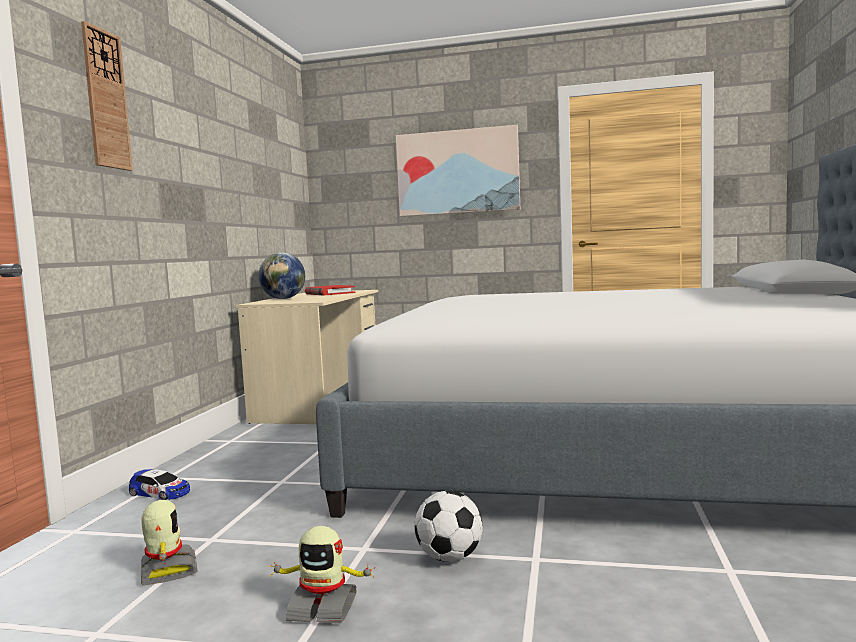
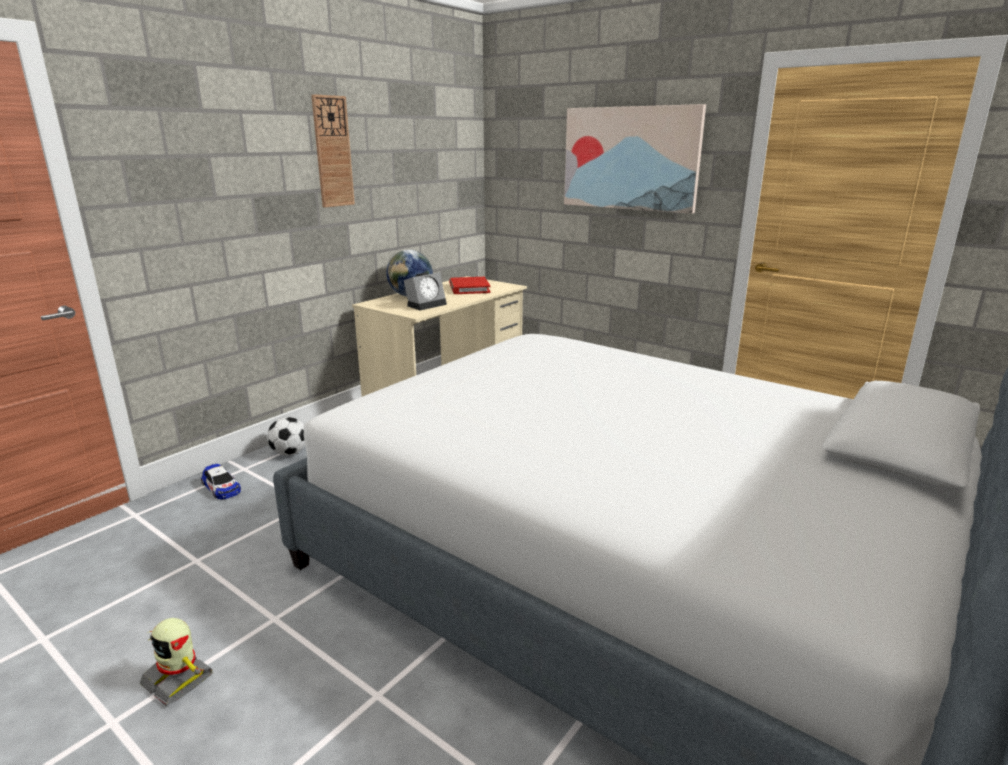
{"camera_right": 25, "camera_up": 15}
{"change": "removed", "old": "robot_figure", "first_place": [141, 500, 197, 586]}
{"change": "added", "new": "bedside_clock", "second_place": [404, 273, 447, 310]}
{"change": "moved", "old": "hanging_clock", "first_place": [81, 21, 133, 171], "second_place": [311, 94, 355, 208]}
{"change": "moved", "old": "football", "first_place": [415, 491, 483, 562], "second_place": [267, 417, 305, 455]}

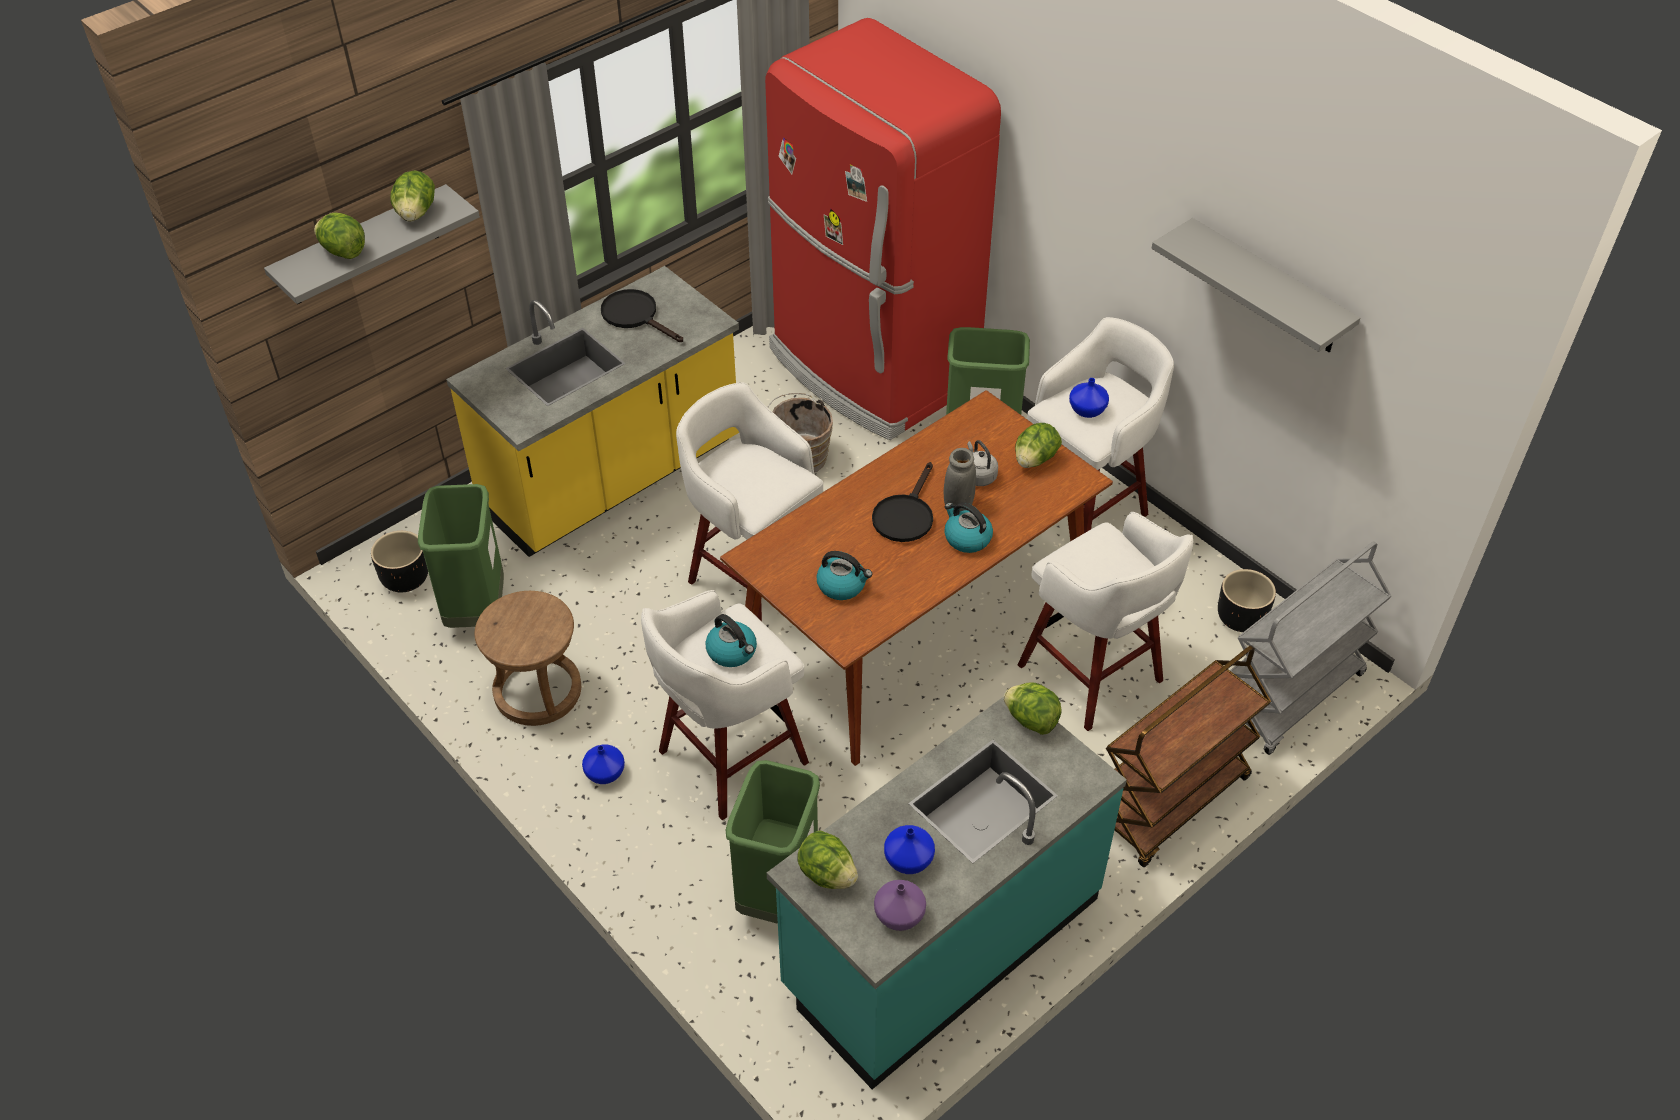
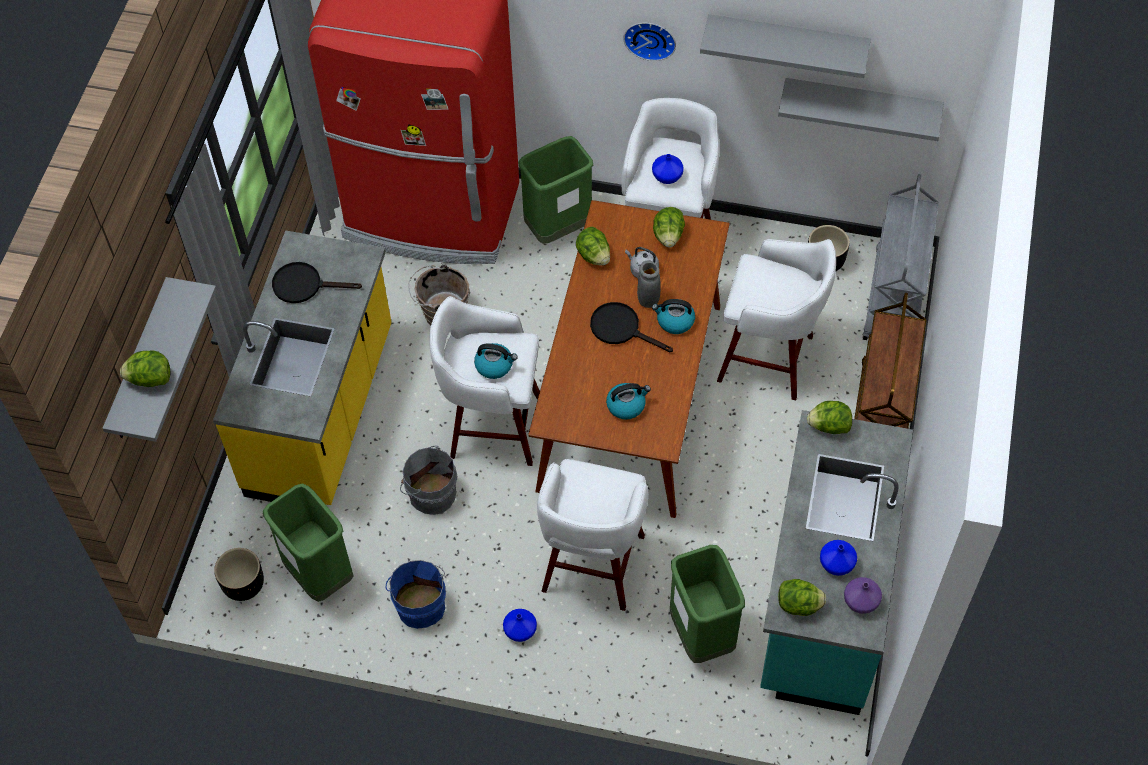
{"camera_right": -35, "camera_up": 10}
{"change": "added", "new": "gray_bucket", "second_place": [400, 445, 457, 515]}
{"change": "added", "new": "hanging_clock", "second_place": [624, 23, 676, 61]}
{"change": "added", "new": "gray_shelf", "second_place": [778, 78, 944, 141]}
{"change": "moved", "old": "lettuce_head", "first_place": [390, 170, 435, 222], "second_place": [576, 227, 610, 266]}
{"change": "moved", "old": "water_kettle", "first_place": [706, 614, 757, 667], "second_place": [474, 343, 518, 379]}
{"change": "replaced", "old": "brown-coloured_stool_seat", "new": "blue-coloured_bucket", "first_place": [474, 591, 581, 726], "second_place": [386, 560, 446, 629]}
{"change": "turned", "old": "blackish_skillet", "first_place": [872, 462, 933, 542], "second_place": [590, 302, 673, 352], "degrees": 135}

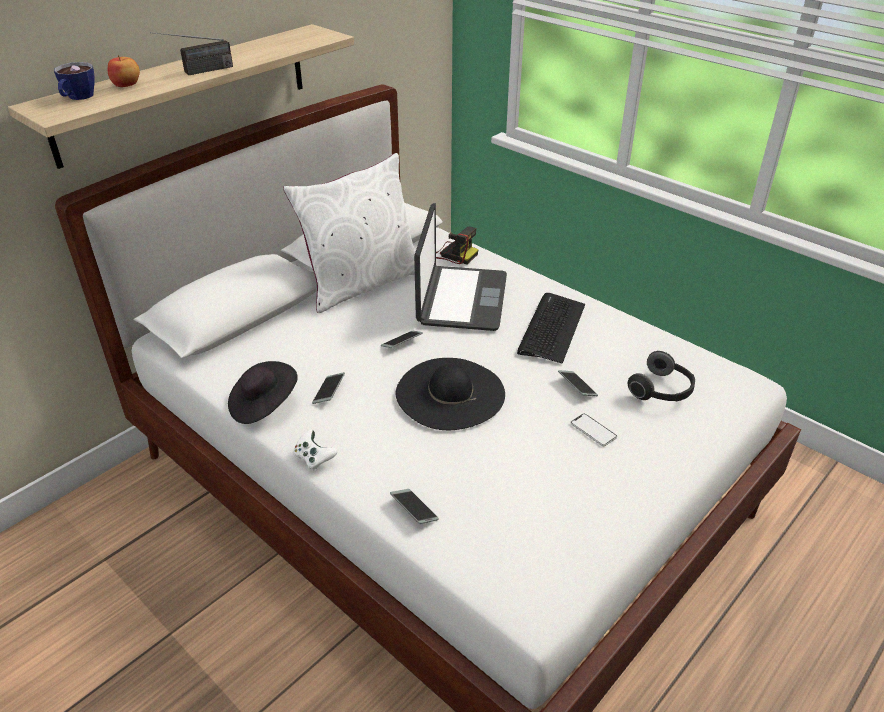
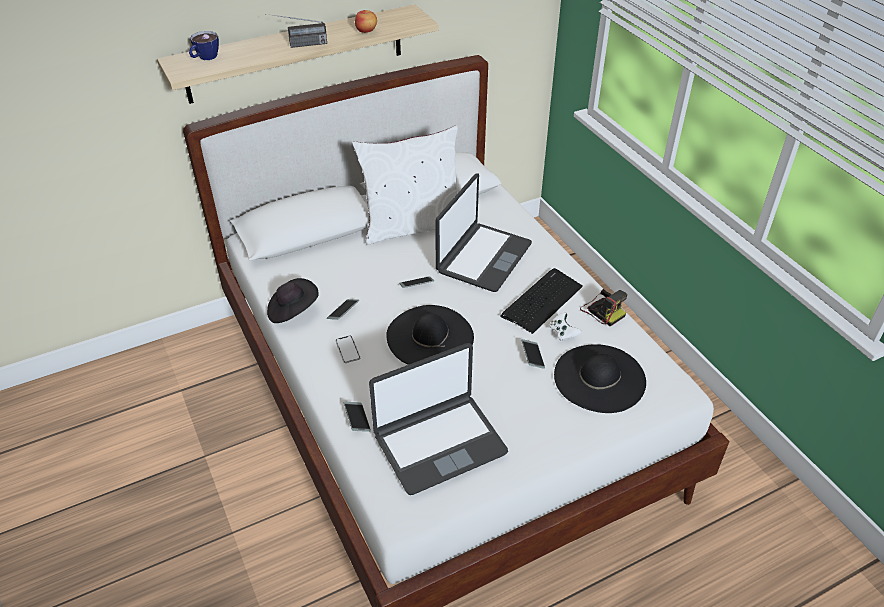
{"camera_right": 20, "camera_up": 5}
{"change": "added", "new": "portable_computer", "second_place": [369, 343, 508, 495]}
{"change": "moved", "old": "apple_fruit", "first_place": [108, 55, 140, 87], "second_place": [355, 10, 377, 33]}
{"change": "moved", "old": "whitish_game_controller", "first_place": [293, 430, 338, 470], "second_place": [549, 312, 581, 341]}
{"change": "moved", "old": "photo_camera", "first_place": [436, 226, 479, 264], "second_place": [580, 289, 628, 326]}
{"change": "moved", "old": "handset", "first_place": [570, 414, 617, 446], "second_place": [335, 336, 360, 363]}
{"change": "replaced", "old": "pair_of_headphones", "new": "blackish_wearable_hat", "first_place": [628, 351, 695, 402], "second_place": [554, 344, 646, 413]}

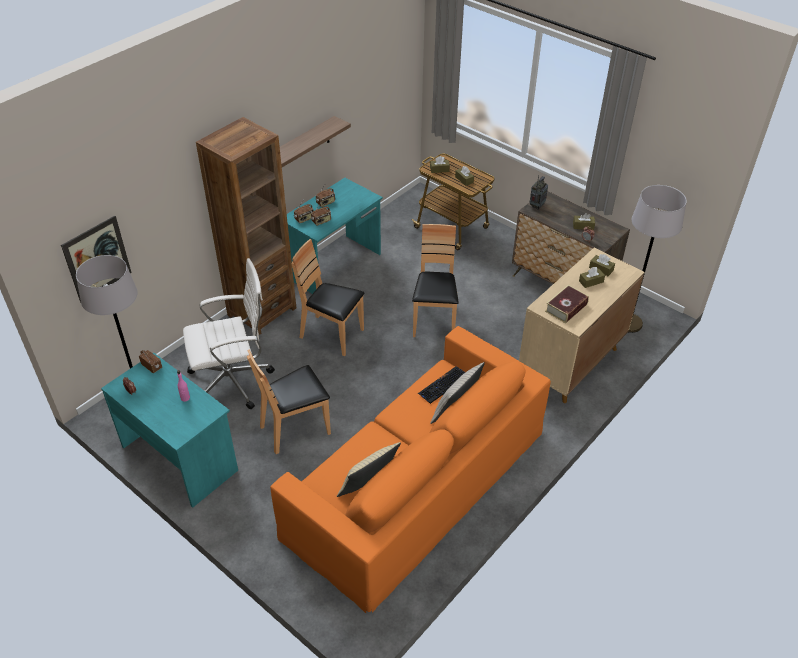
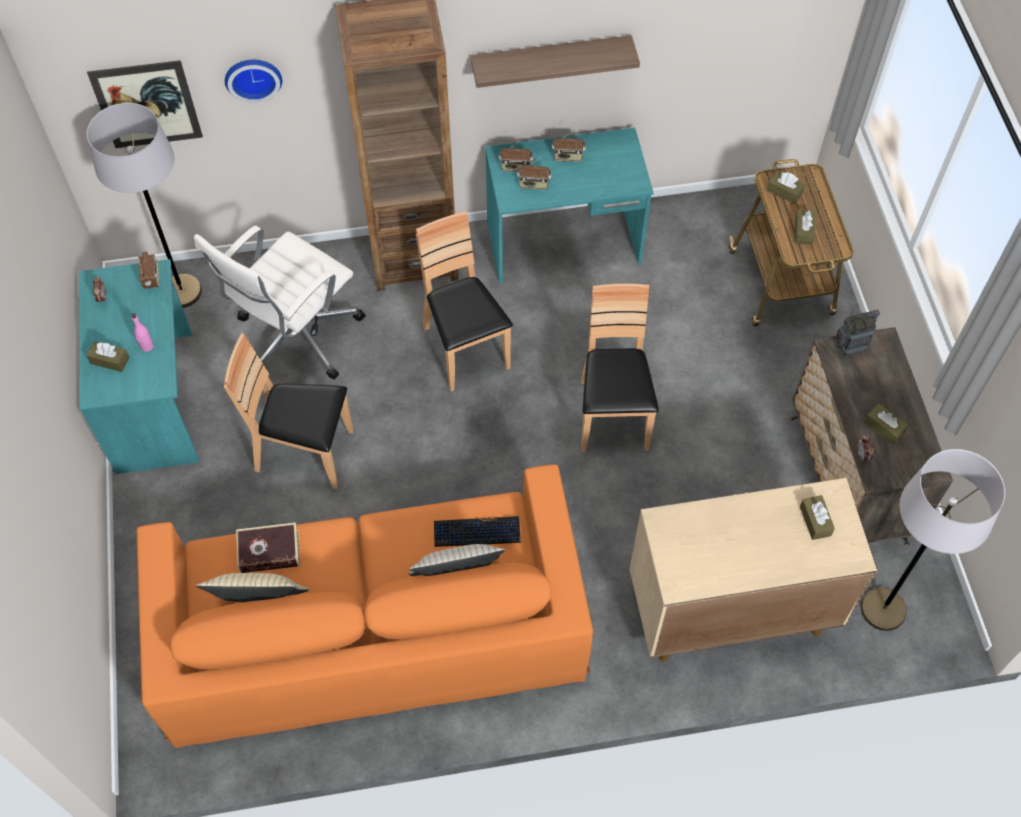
{"camera_right": 40, "camera_up": 15}
{"change": "added", "new": "hanging_clock", "second_place": [225, 60, 282, 103]}
{"change": "moved", "old": "volume", "first_place": [545, 285, 589, 323], "second_place": [236, 523, 300, 573]}
{"change": "moved", "old": "brown-coloured_tissue_box", "first_place": [579, 267, 605, 288], "second_place": [86, 341, 130, 372]}
{"change": "turned", "old": "whitish_office_chair", "first_place": [183, 258, 275, 409], "second_place": [194, 225, 365, 380], "degrees": 105}
{"change": "turned", "old": "brown-coloured_upright_chair", "first_place": [412, 224, 459, 337], "second_place": [581, 284, 659, 452], "degrees": -45}

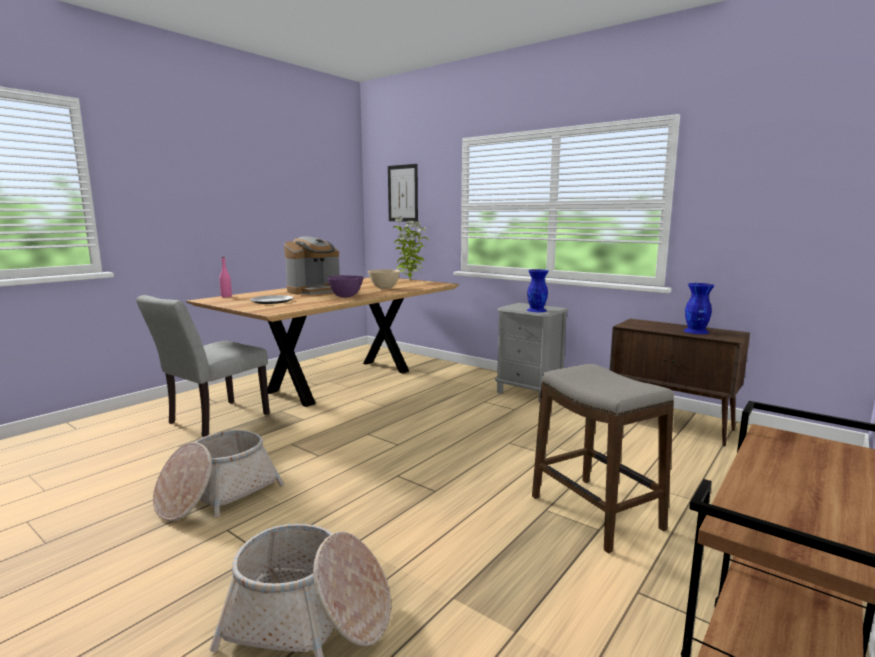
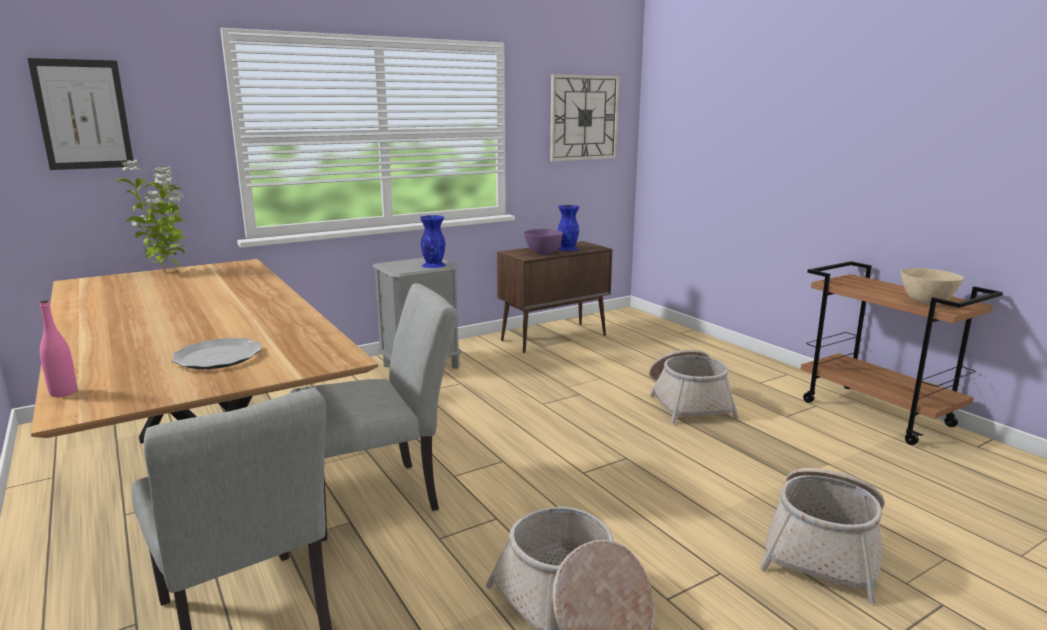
{"camera_right": -70, "camera_up": 5}
{"change": "removed", "old": "coffee_machine", "first_place": [284, 236, 339, 295]}
{"change": "added", "new": "gray_upright_chair", "second_place": [290, 283, 458, 542]}
{"change": "added", "new": "hanging_clock", "second_place": [550, 74, 620, 161]}
{"change": "moved", "old": "purplish_bowl", "first_place": [327, 275, 364, 298], "second_place": [524, 229, 563, 255]}
{"change": "moved", "old": "sand-coloured_bowl", "first_place": [368, 269, 400, 289], "second_place": [901, 268, 964, 305]}
{"change": "replaced", "old": "stool_seat", "new": "household_basket", "first_place": [532, 364, 674, 553], "second_place": [649, 350, 739, 424]}

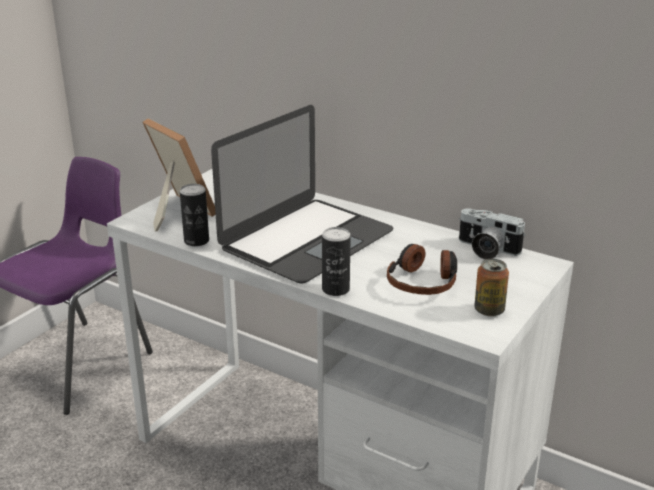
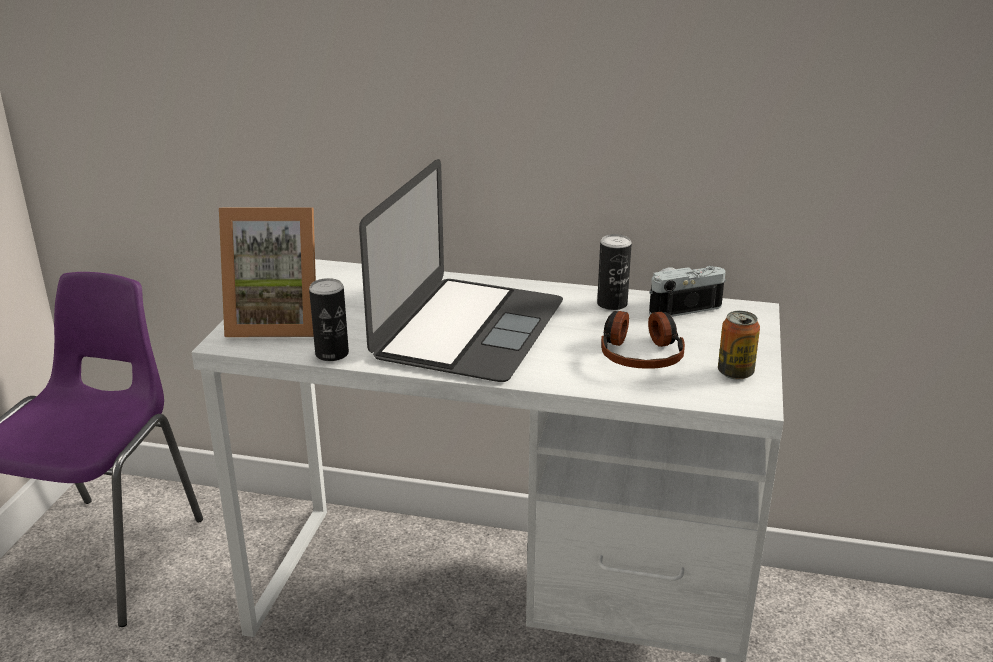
{"camera_right": -20, "camera_up": 0}
{"change": "moved", "old": "can", "first_place": [322, 227, 351, 296], "second_place": [597, 234, 632, 310]}
{"change": "turned", "old": "photo_frame", "first_place": [143, 118, 216, 232], "second_place": [219, 207, 316, 337], "degrees": 150}
{"change": "turned", "old": "photo_camera", "first_place": [459, 208, 526, 259], "second_place": [649, 266, 726, 317], "degrees": 150}

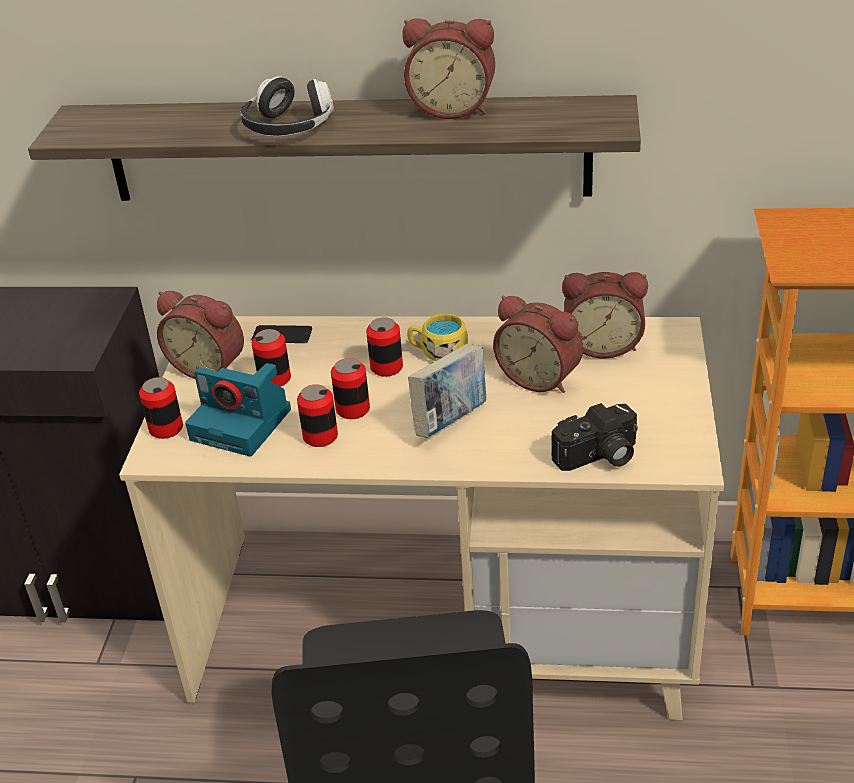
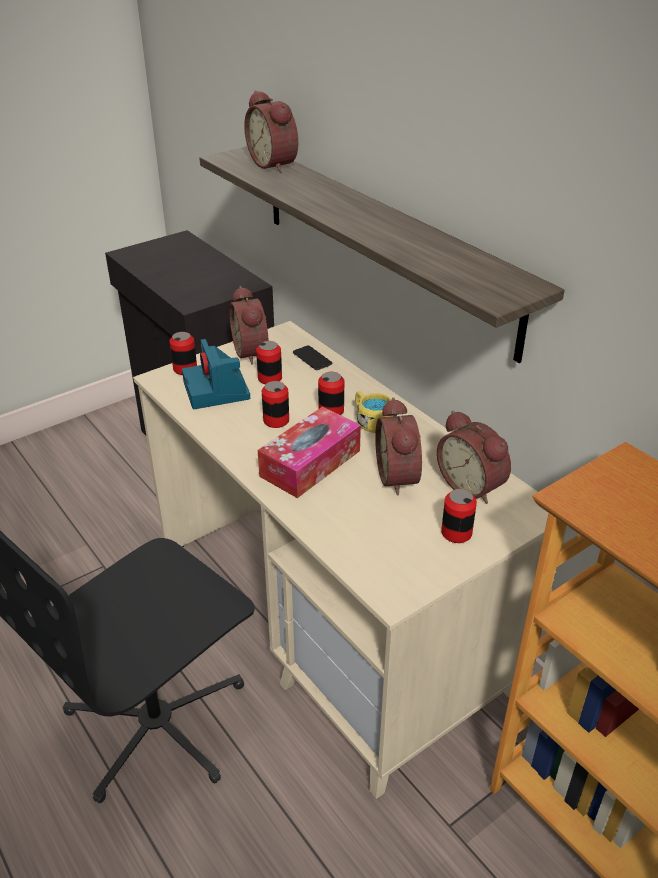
{"camera_right": 45, "camera_up": 0}
{"change": "removed", "old": "pair_of_headphones", "first_place": [241, 76, 334, 136]}
{"change": "removed", "old": "photo_camera", "first_place": [551, 403, 638, 471]}
{"change": "moved", "old": "can", "first_place": [297, 384, 338, 447], "second_place": [441, 489, 477, 543]}
{"change": "moved", "old": "bedside_clock", "first_place": [402, 18, 495, 119], "second_place": [244, 90, 298, 173]}
{"change": "replaced", "old": "volume", "new": "tissue_box", "first_place": [408, 344, 486, 438], "second_place": [258, 406, 361, 498]}

